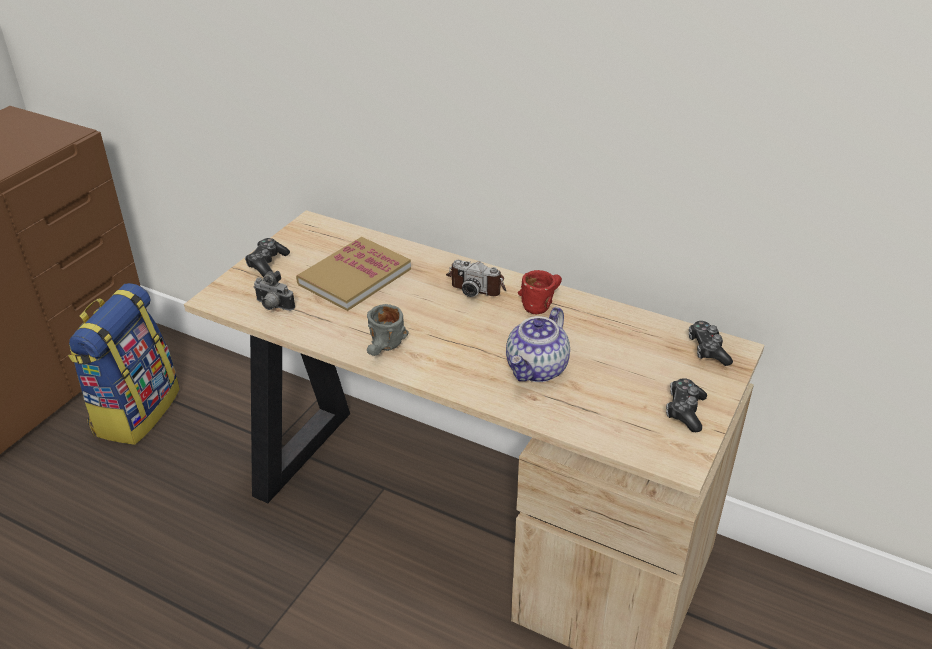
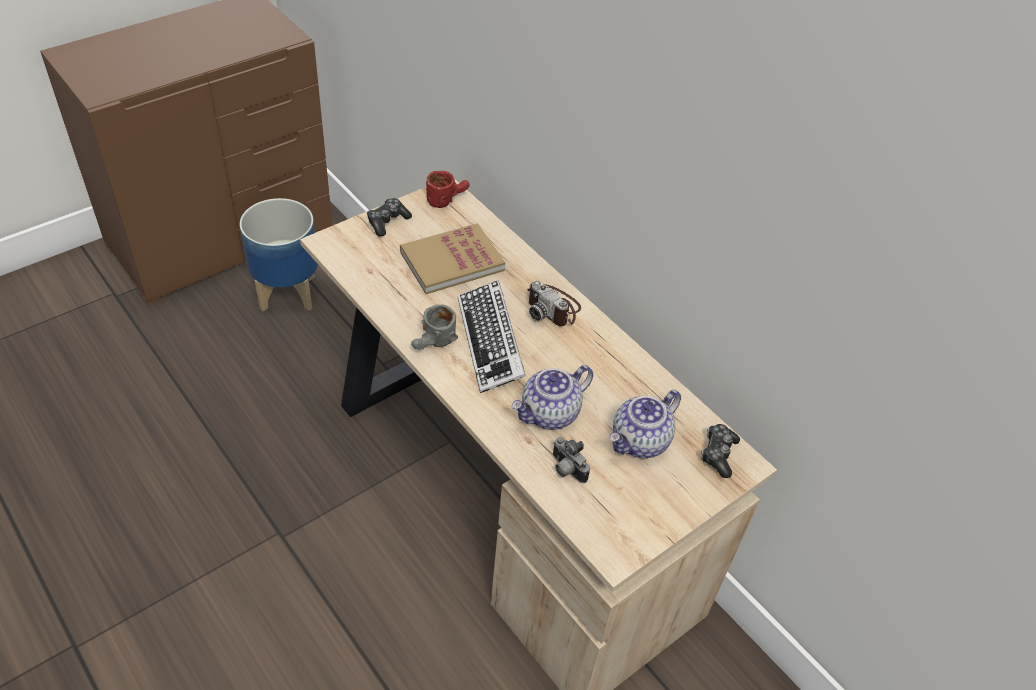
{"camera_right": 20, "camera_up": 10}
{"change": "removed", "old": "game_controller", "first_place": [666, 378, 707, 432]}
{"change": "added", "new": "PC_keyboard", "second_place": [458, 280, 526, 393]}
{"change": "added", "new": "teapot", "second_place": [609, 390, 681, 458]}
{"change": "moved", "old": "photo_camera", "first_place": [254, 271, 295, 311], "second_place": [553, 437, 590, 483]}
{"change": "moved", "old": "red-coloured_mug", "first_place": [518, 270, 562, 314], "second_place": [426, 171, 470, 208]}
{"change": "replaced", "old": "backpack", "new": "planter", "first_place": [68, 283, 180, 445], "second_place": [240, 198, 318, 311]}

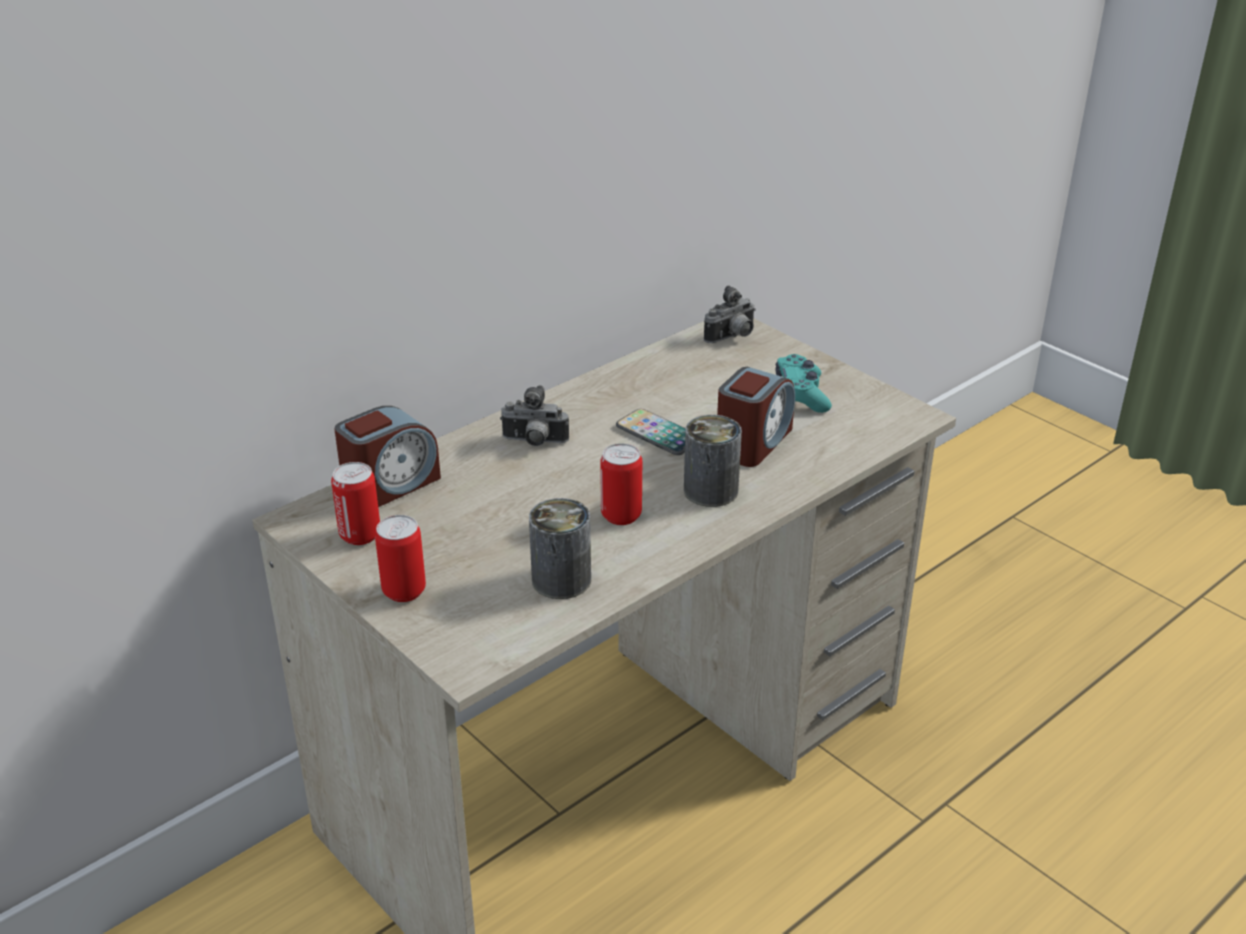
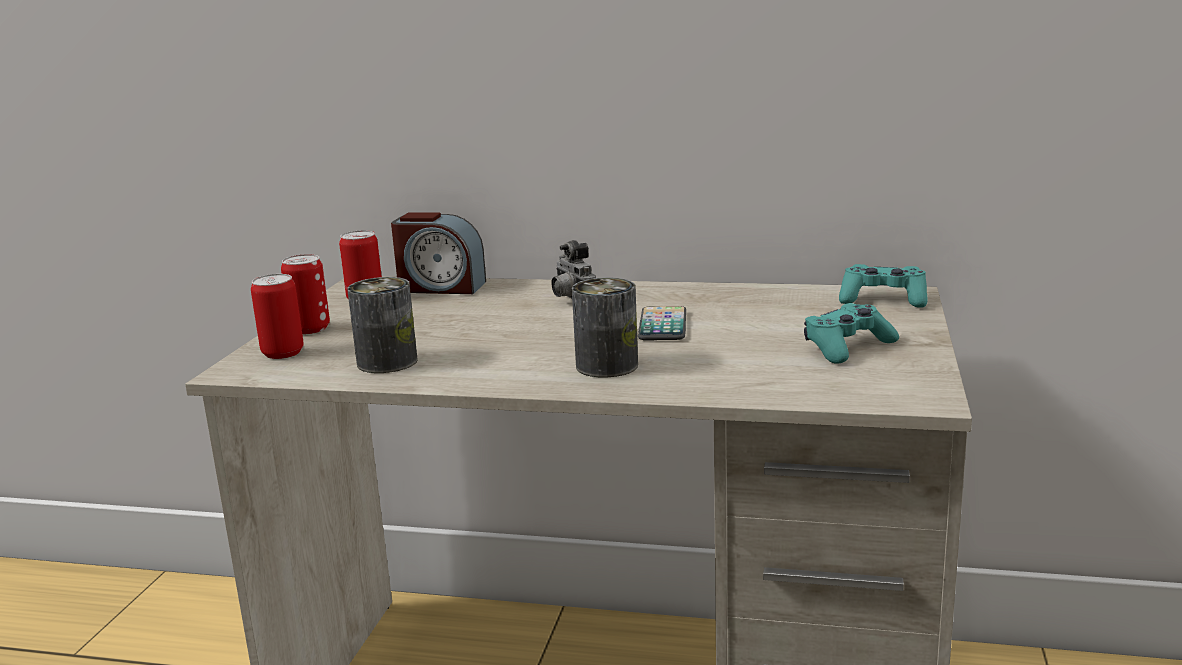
{"camera_right": 55, "camera_up": -15}
{"change": "removed", "old": "bedside_clock", "first_place": [717, 367, 795, 467]}
{"change": "moved", "old": "can", "first_place": [600, 443, 642, 525], "second_place": [251, 274, 303, 359]}
{"change": "replaced", "old": "photo_camera", "new": "turquoise-coloured_game_controller", "first_place": [704, 285, 755, 343], "second_place": [839, 264, 928, 308]}

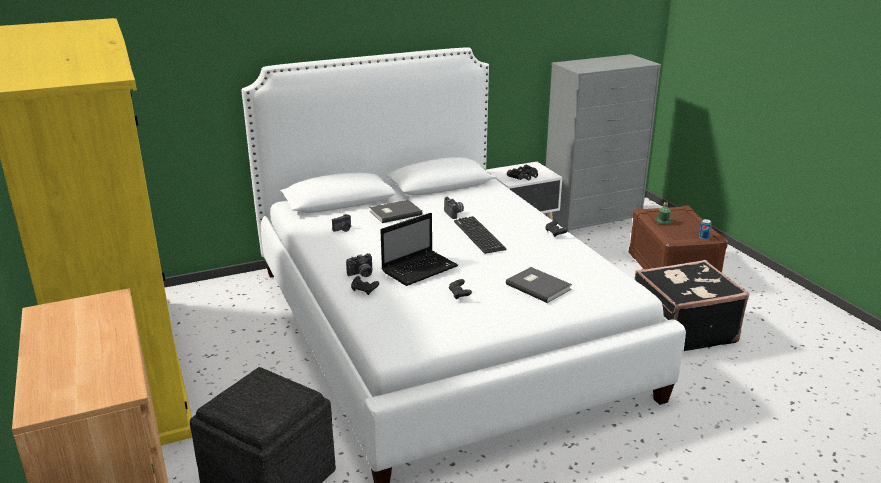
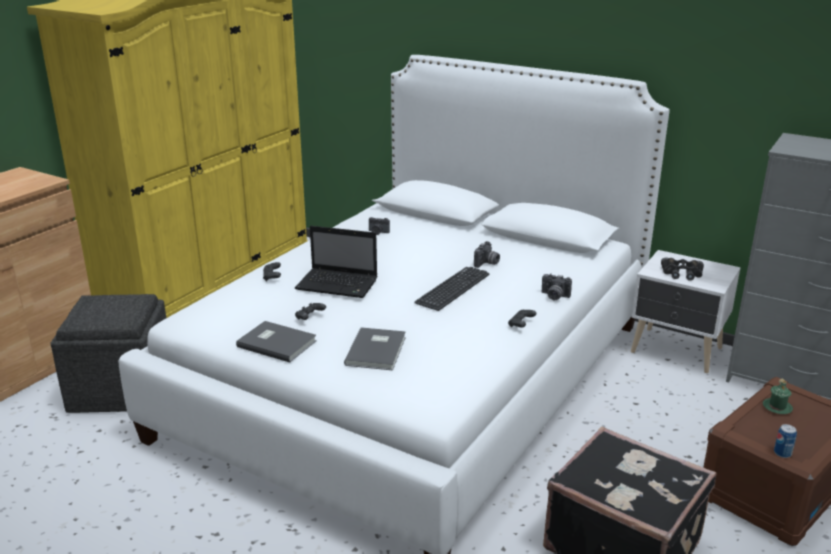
{"camera_right": 55, "camera_up": 0}
{"change": "moved", "old": "photo_camera", "first_place": [346, 253, 372, 277], "second_place": [541, 273, 572, 300]}
{"change": "moved", "old": "gray_volume", "first_place": [369, 200, 422, 223], "second_place": [236, 321, 317, 363]}

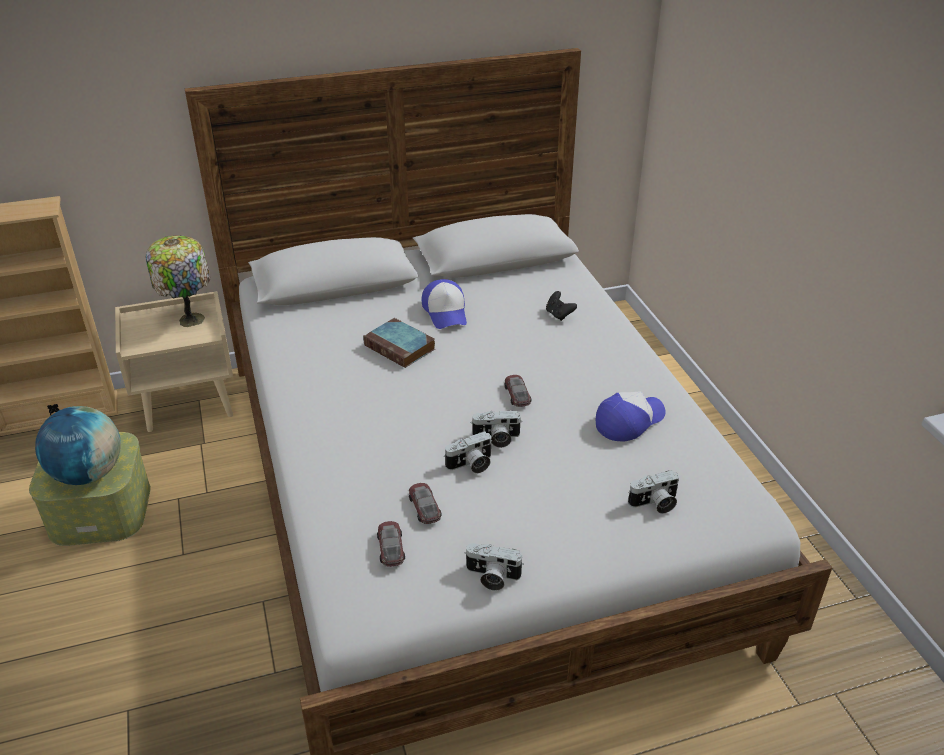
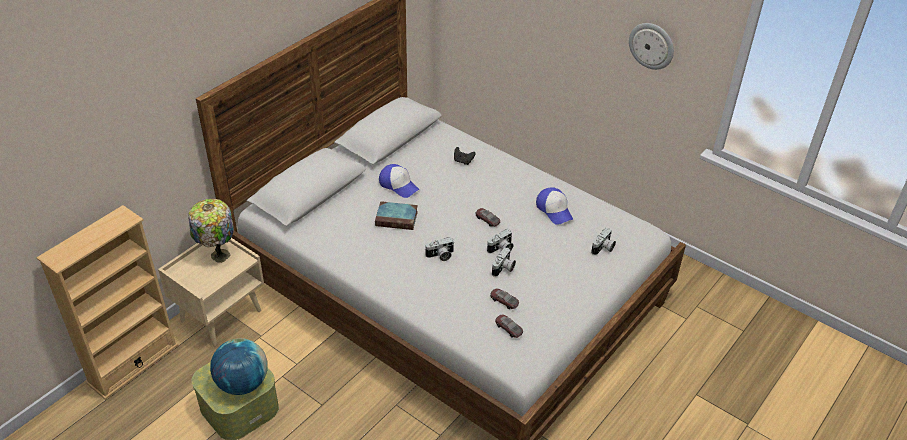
{"camera_right": -35, "camera_up": 5}
{"change": "added", "new": "hanging_clock", "second_place": [629, 23, 674, 70]}
{"change": "moved", "old": "photo_camera", "first_place": [464, 543, 524, 591], "second_place": [425, 237, 454, 261]}
{"change": "turned", "old": "baseball_cap", "first_place": [596, 391, 665, 442], "second_place": [536, 187, 573, 225], "degrees": 135}

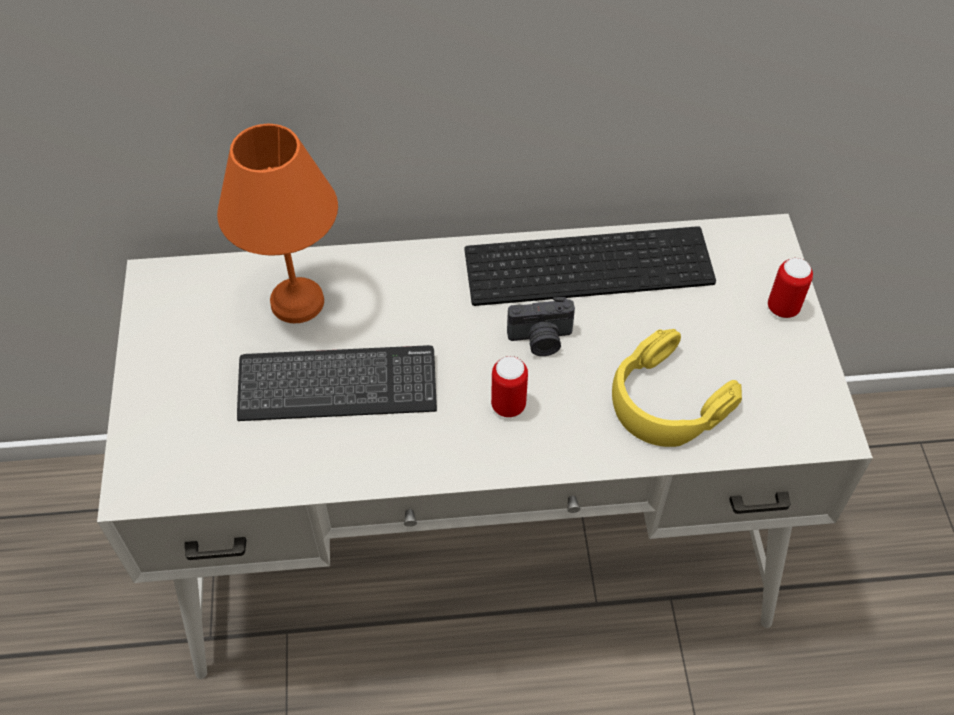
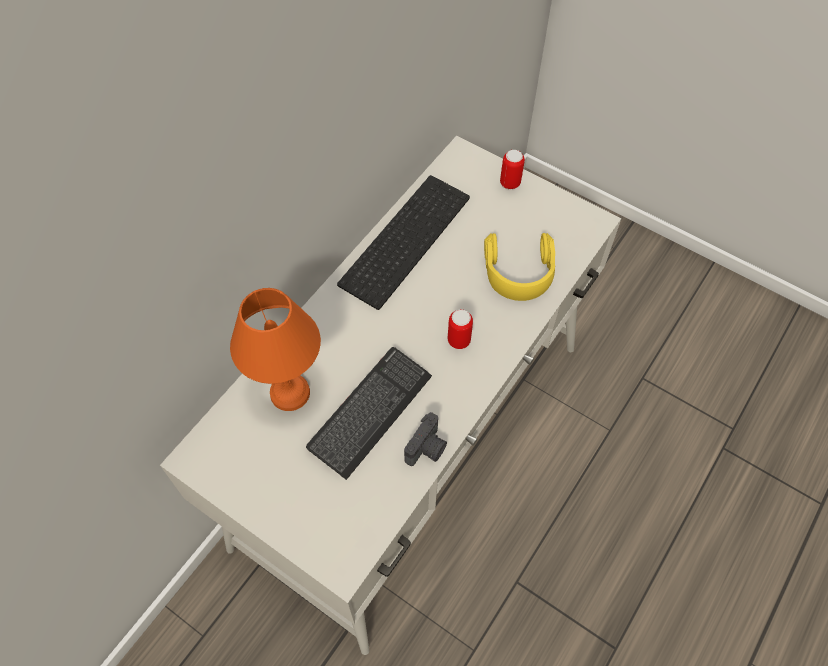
{"camera_right": -50, "camera_up": 5}
{"change": "moved", "old": "photo_camera", "first_place": [507, 297, 575, 356], "second_place": [404, 412, 447, 466]}

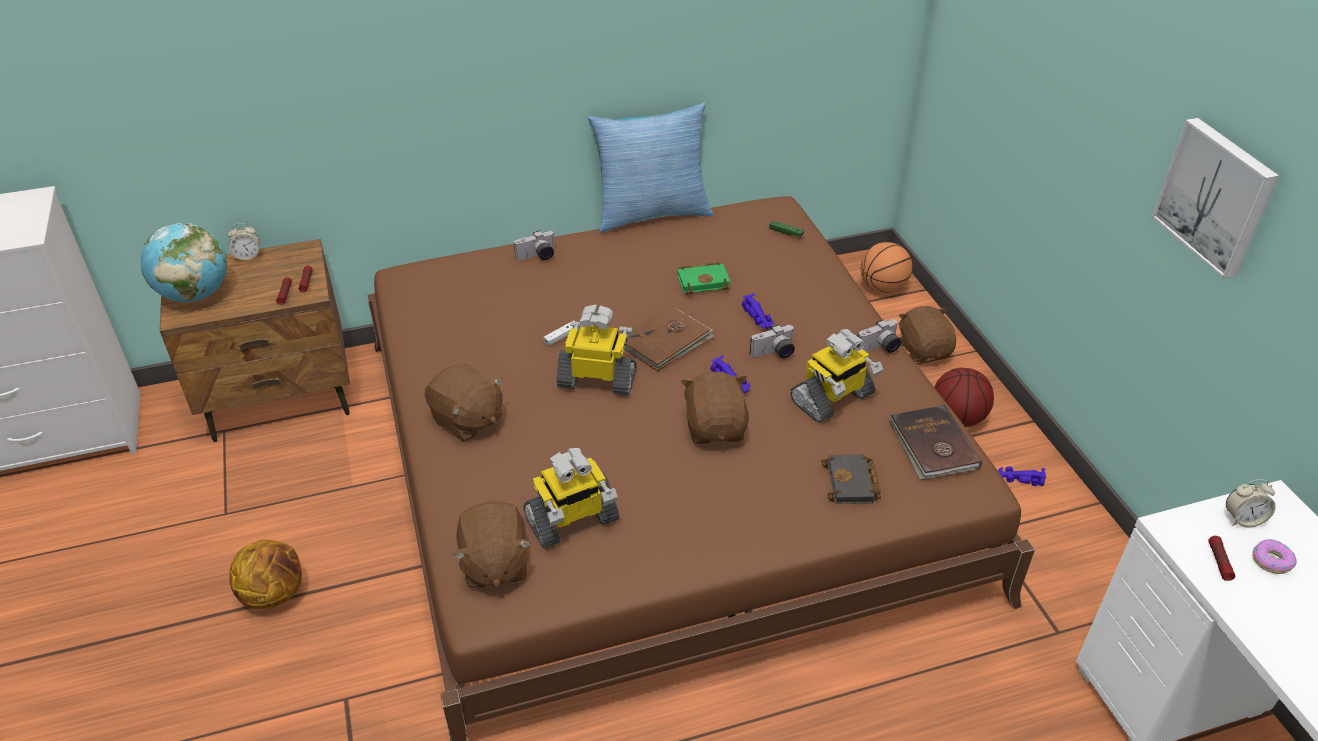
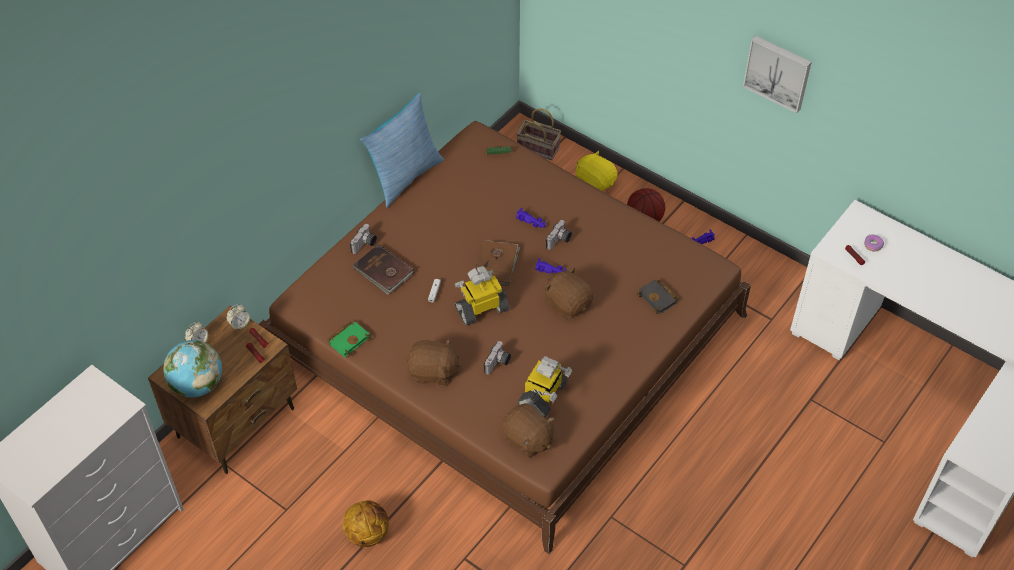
{"camera_right": -35, "camera_up": 10}
{"change": "removed", "old": "robot_figure", "first_place": [790, 329, 883, 423]}
{"change": "moved", "old": "green_volume", "first_place": [677, 262, 730, 295], "second_place": [328, 321, 371, 357]}
{"change": "moved", "old": "photo_camera", "first_place": [857, 319, 901, 353], "second_place": [483, 341, 511, 374]}
{"change": "moved", "old": "brown-coloured_volume", "first_place": [889, 405, 982, 480], "second_place": [353, 244, 414, 295]}
{"change": "moved", "old": "bedside_clock", "first_place": [1226, 479, 1276, 528], "second_place": [226, 304, 250, 331]}
{"change": "replaced", "old": "basketball", "new": "household_basket", "first_place": [861, 242, 912, 293], "second_place": [516, 108, 561, 160]}
{"change": "recoloured", "old": "brown-coloured_plush_toy", "new": "yellow-coloured_plush_toy", "first_place": [899, 306, 956, 363], "second_place": [576, 150, 618, 191]}

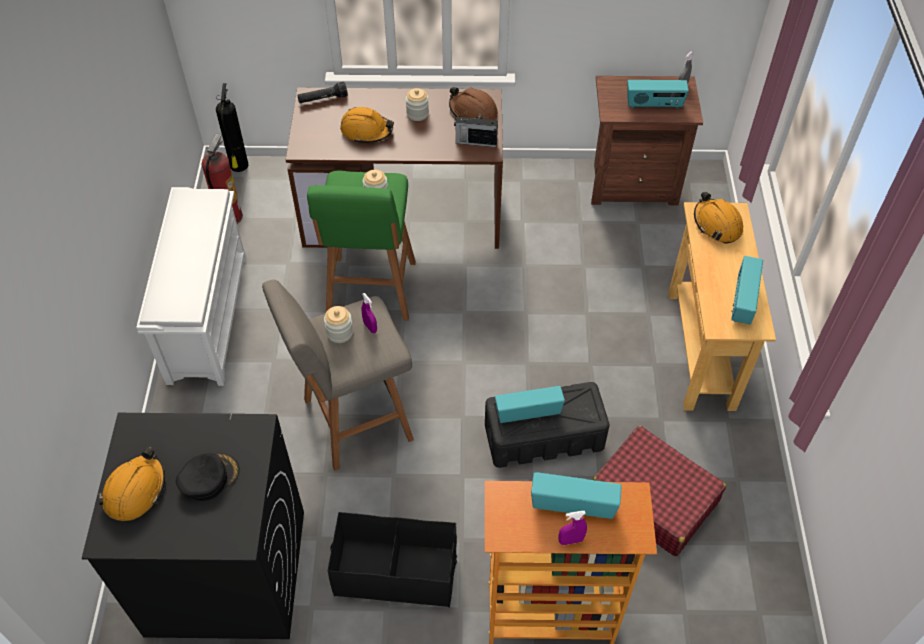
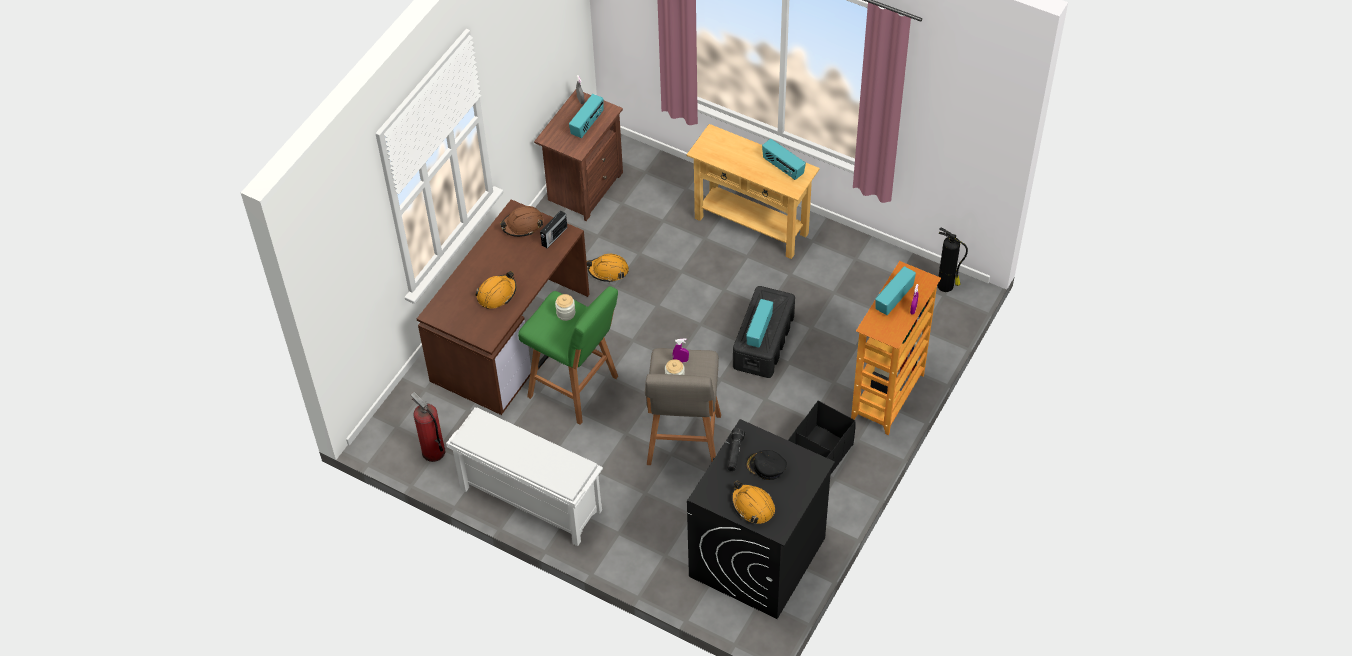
{"camera_right": -60, "camera_up": 0}
{"change": "removed", "old": "preserve_jar", "first_place": [406, 88, 429, 121]}
{"change": "removed", "old": "red-coloured_travel_case", "first_place": [593, 426, 726, 556]}
{"change": "moved", "old": "extinguisher", "first_place": [216, 83, 248, 172], "second_place": [937, 227, 968, 292]}
{"change": "moved", "old": "blackish_torch", "first_place": [297, 82, 348, 103], "second_place": [727, 428, 745, 471]}
{"change": "moved", "old": "orange-coloured_work_helmet", "first_place": [694, 192, 743, 244], "second_place": [587, 254, 629, 283]}
{"change": "turned", "old": "blackish_baseball_cap", "first_place": [176, 453, 240, 501], "second_place": [746, 450, 787, 480], "degrees": -60}

